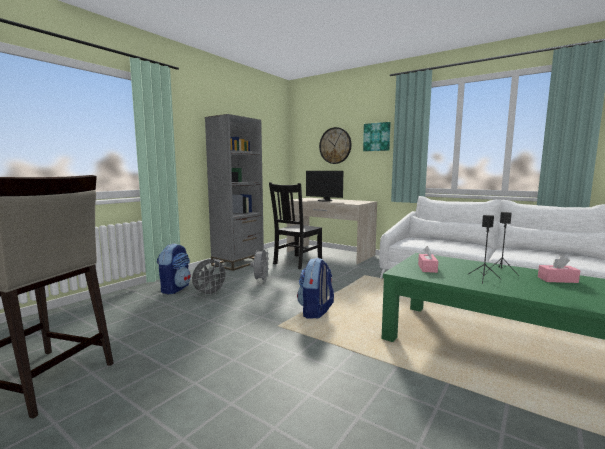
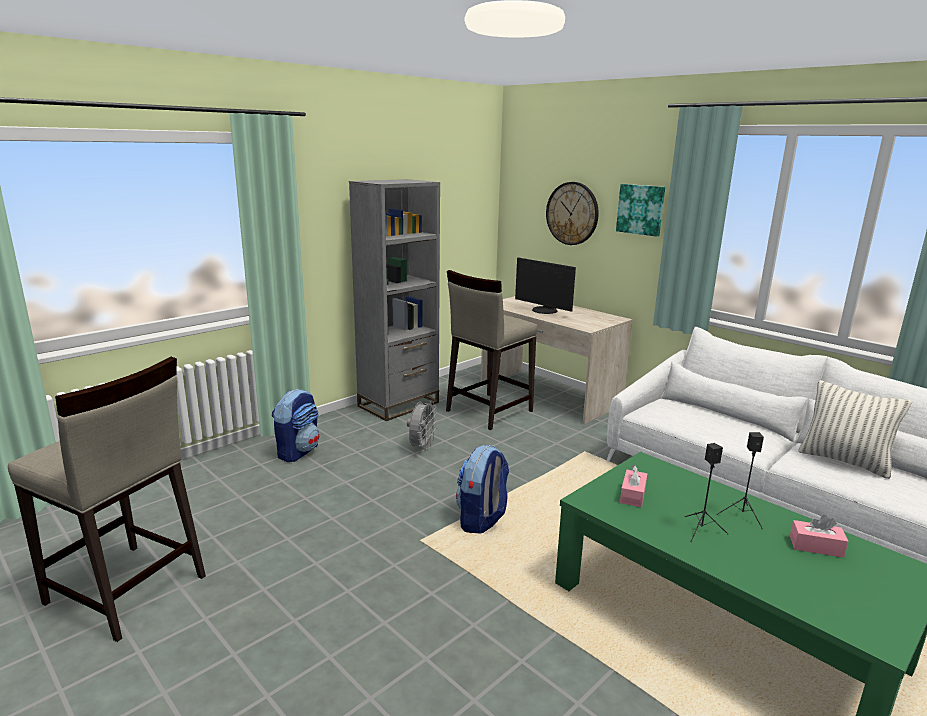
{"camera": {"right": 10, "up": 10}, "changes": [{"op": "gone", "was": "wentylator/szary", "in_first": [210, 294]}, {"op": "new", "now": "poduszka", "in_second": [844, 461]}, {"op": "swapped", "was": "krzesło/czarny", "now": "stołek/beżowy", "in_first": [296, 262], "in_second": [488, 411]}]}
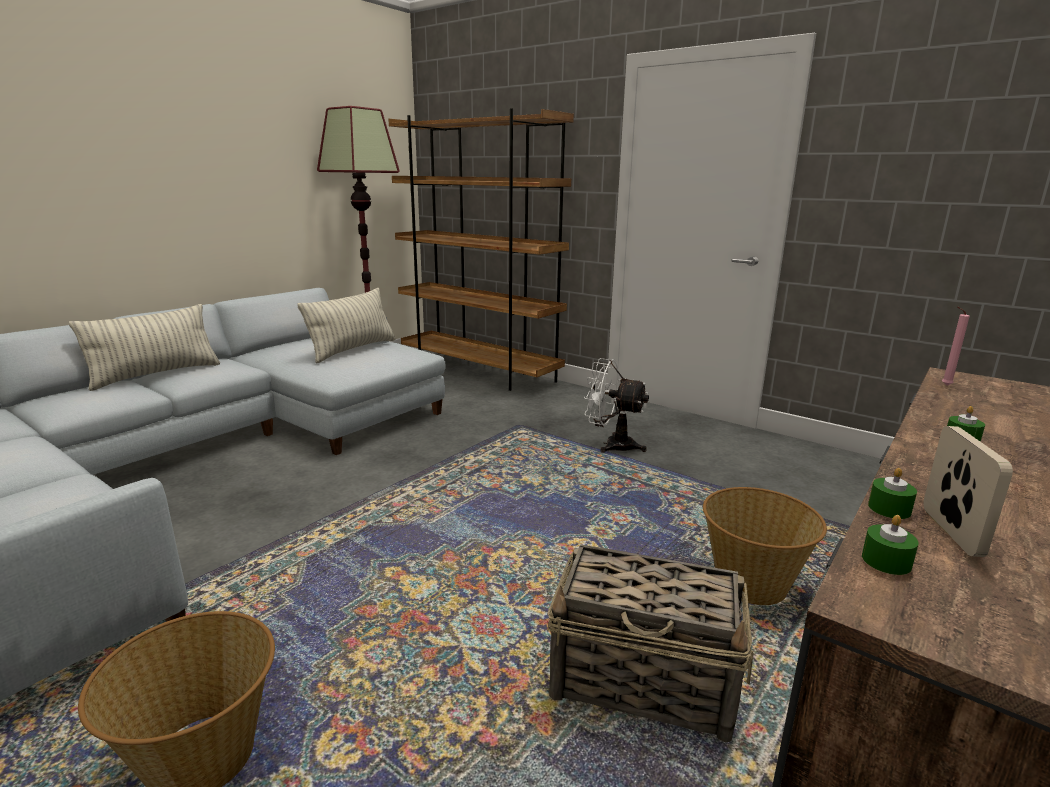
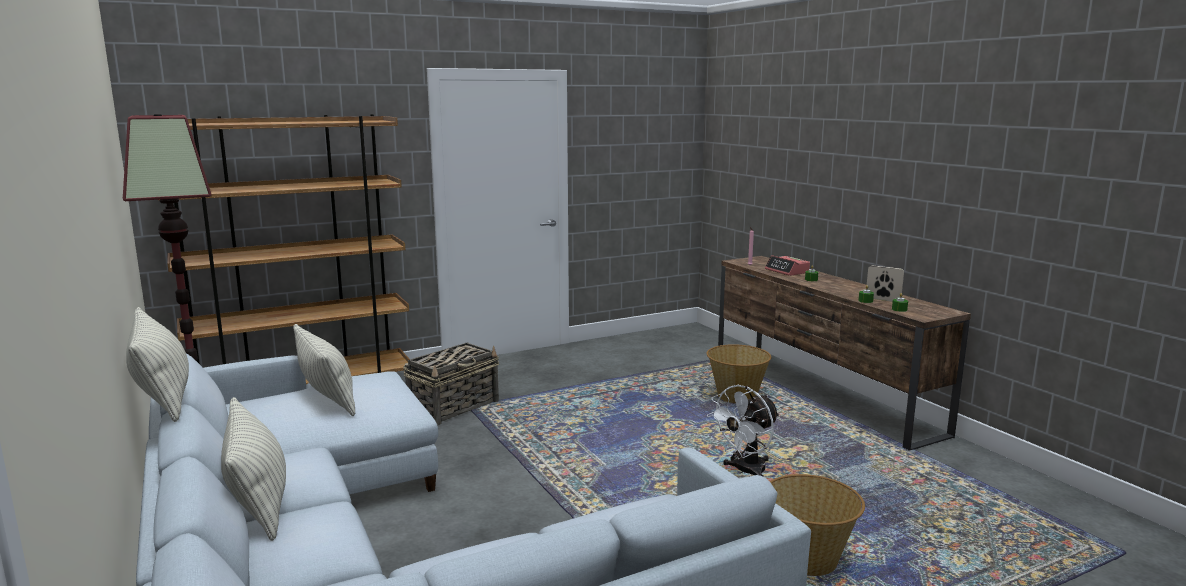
{"camera": {"right": -65, "up": -5}, "changes": [{"op": "new", "now": "poduszka", "in_second": [163, 397]}, {"op": "new", "now": "budzik", "in_second": [787, 271]}, {"op": "shifted", "was": "koszyk", "in_first": [644, 681], "in_second": [455, 406]}, {"op": "shifted", "was": "wentylator/biały", "in_first": [612, 445], "in_second": [745, 471]}]}
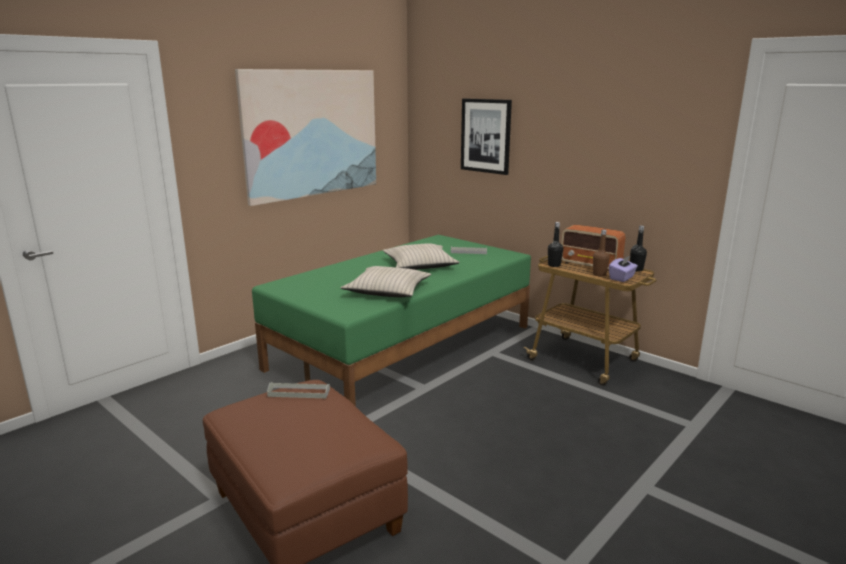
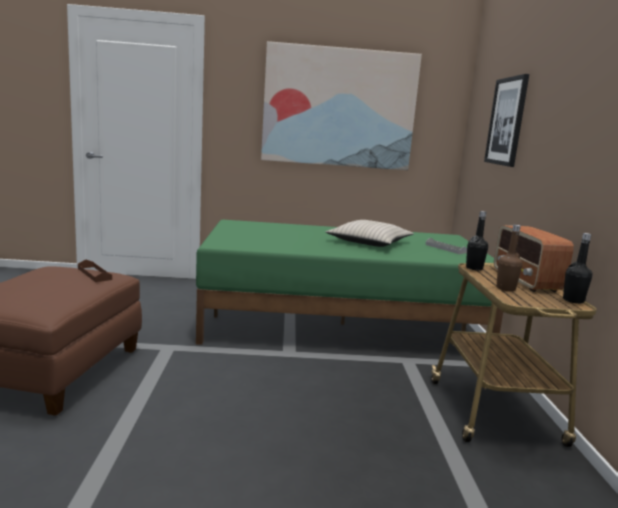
{"camera": {"right": 45, "up": -5}, "changes": [{"op": "gone", "was": "poduszka/beżowy", "in_first": [387, 291]}, {"op": "gone", "was": "pudełko chusteczek/fioletowy", "in_first": [622, 278]}, {"op": "repainted", "was": "taca/szary", "now": "taca/brązowy", "in_first": [299, 392], "in_second": [94, 274]}]}
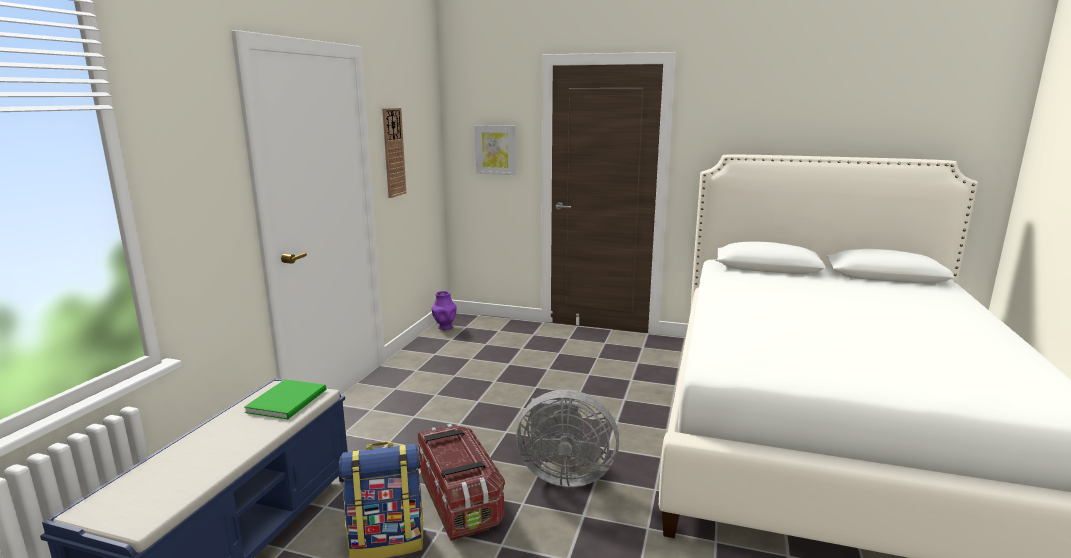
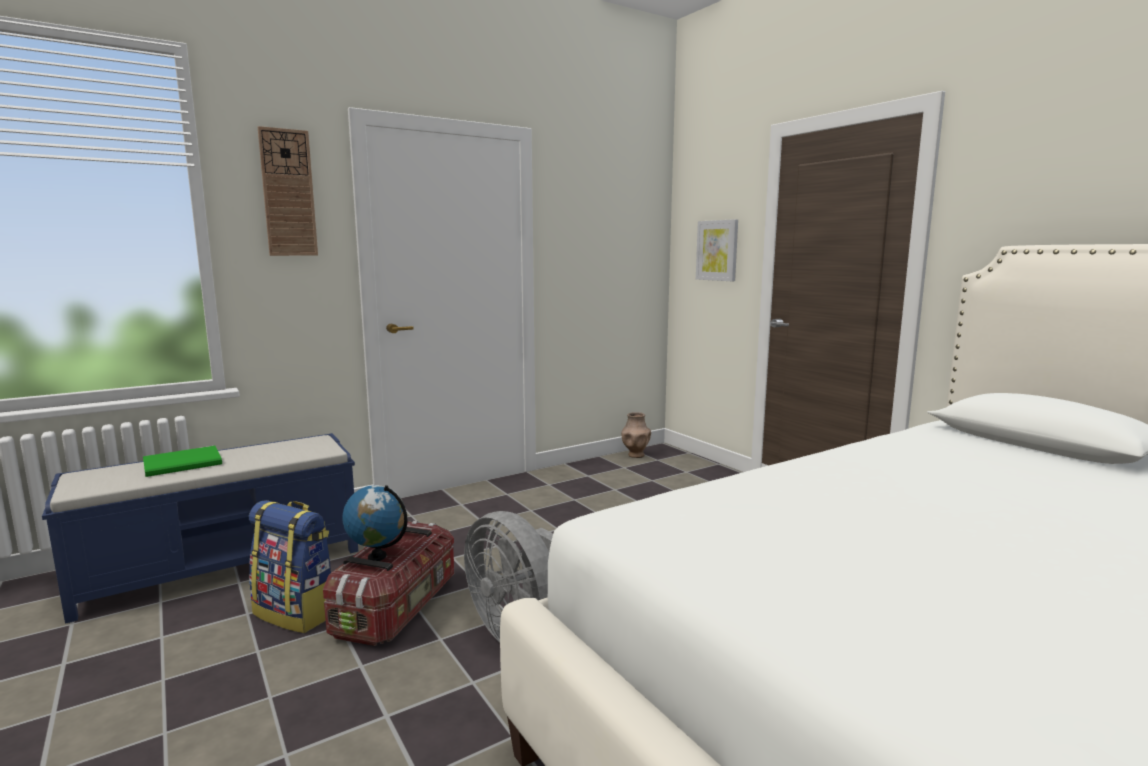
{"camera": {"right": 40, "up": -5}, "changes": [{"op": "new", "now": "globus", "in_second": [377, 557]}, {"op": "shifted", "was": "książka/zielony", "in_first": [290, 400], "in_second": [185, 463]}, {"op": "shifted", "was": "zegar ścienny", "in_first": [393, 152], "in_second": [288, 193]}, {"op": "repainted", "was": "wazon/fioletowy", "now": "wazon/brązowy", "in_first": [445, 327], "in_second": [635, 455]}]}
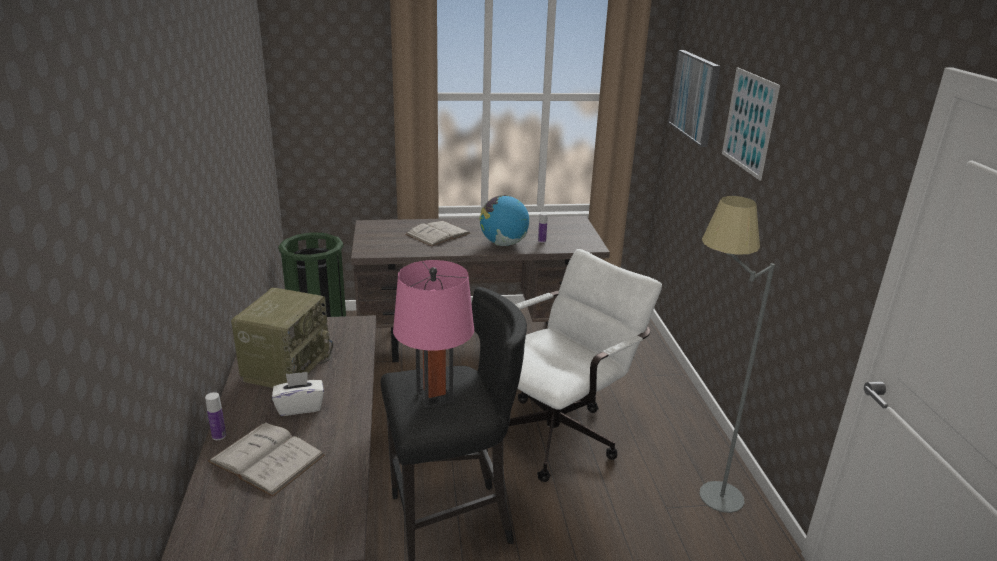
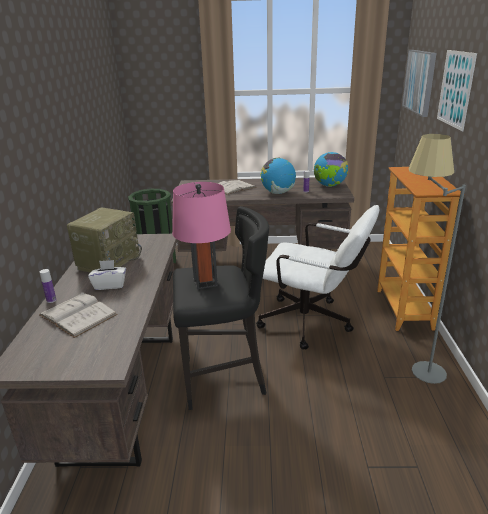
{"camera": {"right": 10, "up": 0}, "changes": [{"op": "new", "now": "globus", "in_second": [329, 186]}, {"op": "new", "now": "regał", "in_second": [405, 309]}, {"op": "rotated", "was": "krzesło biurowe/biały", "in_first": [561, 432], "in_second": [313, 324], "clockwise": 60}]}
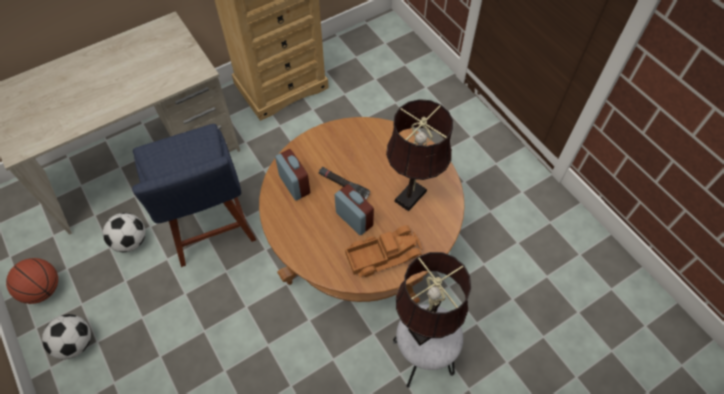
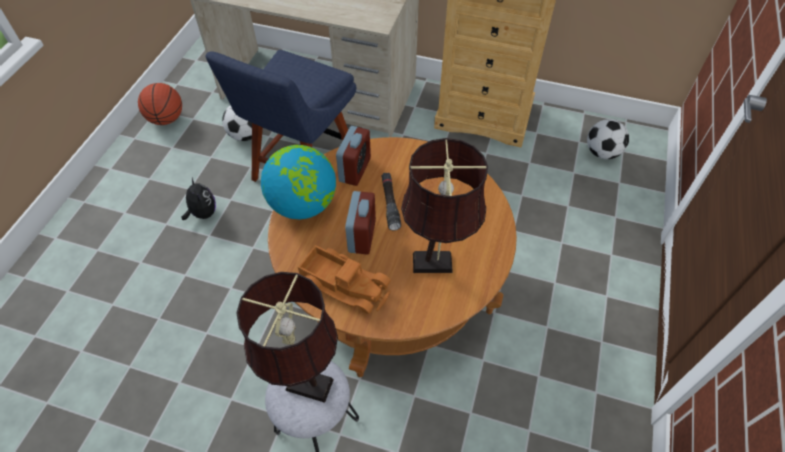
{"camera": {"right": 50, "up": -5}, "changes": [{"op": "new", "now": "pluszak", "in_second": [203, 213]}, {"op": "new", "now": "globus", "in_second": [303, 205]}, {"op": "shifted", "was": "piłka futbolowa", "in_first": [76, 343], "in_second": [602, 153]}]}
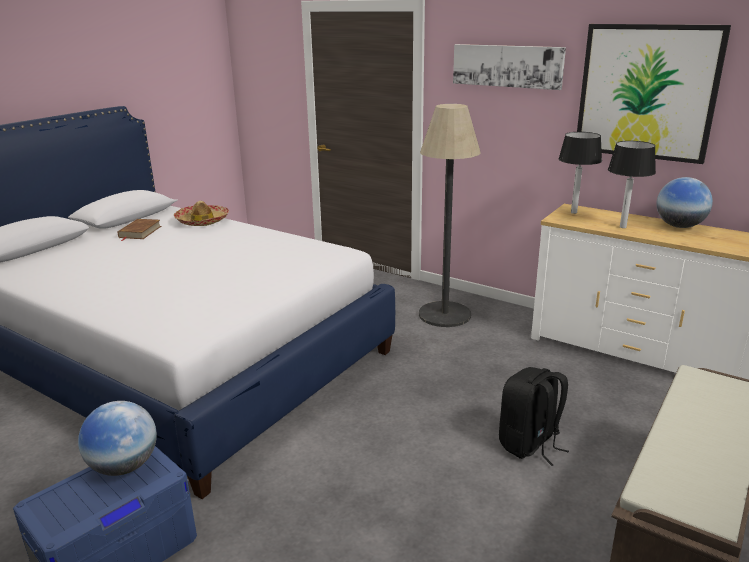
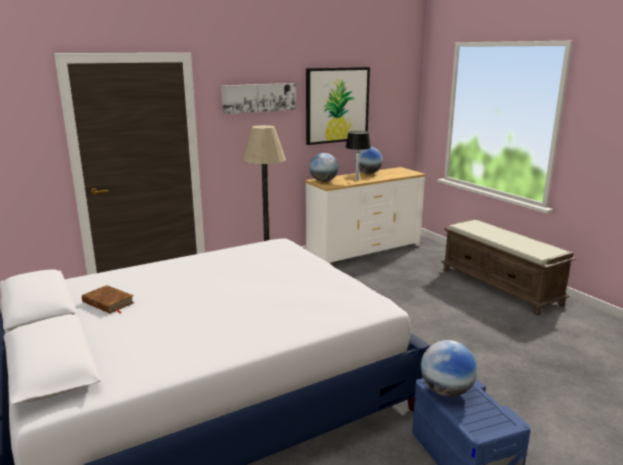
{"camera": {"right": -65, "up": -5}, "changes": [{"op": "gone", "was": "kapelusz", "in_first": [202, 221]}, {"op": "gone", "was": "plecak/czarny", "in_first": [530, 445]}, {"op": "swapped", "was": "lampa stołowa", "now": "globus", "in_first": [574, 212], "in_second": [323, 181]}]}
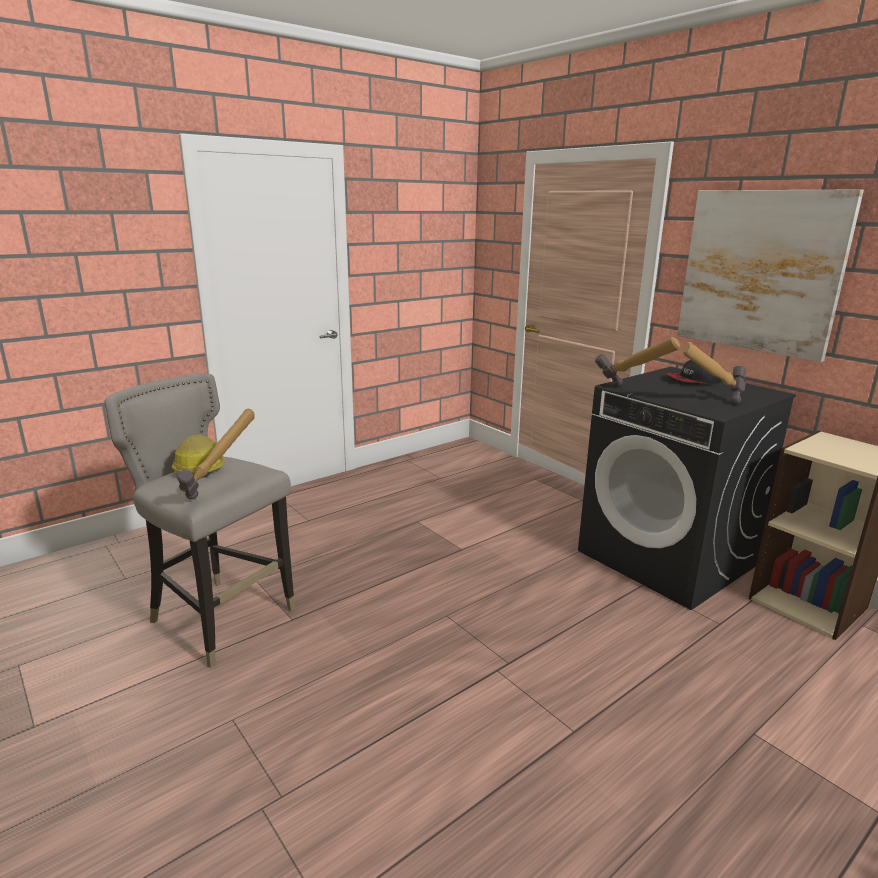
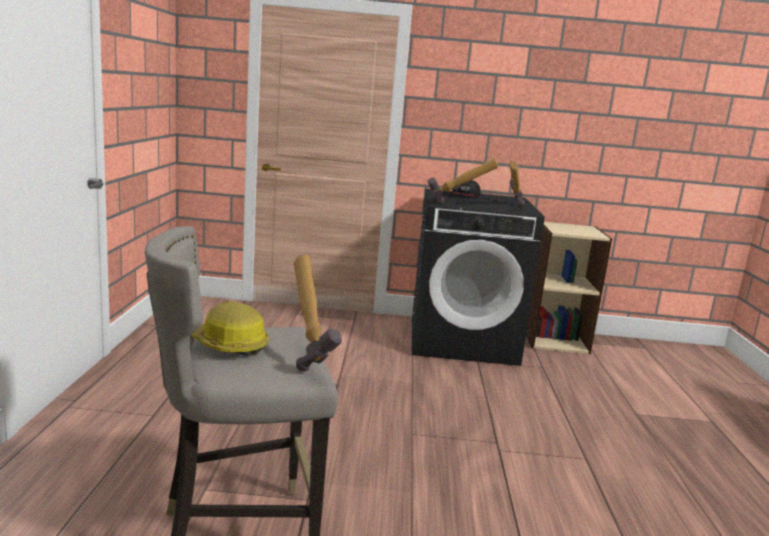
{"camera": {"right": -50, "up": -5}, "changes": [{"op": "gone", "was": "obraz", "in_first": [760, 271]}]}
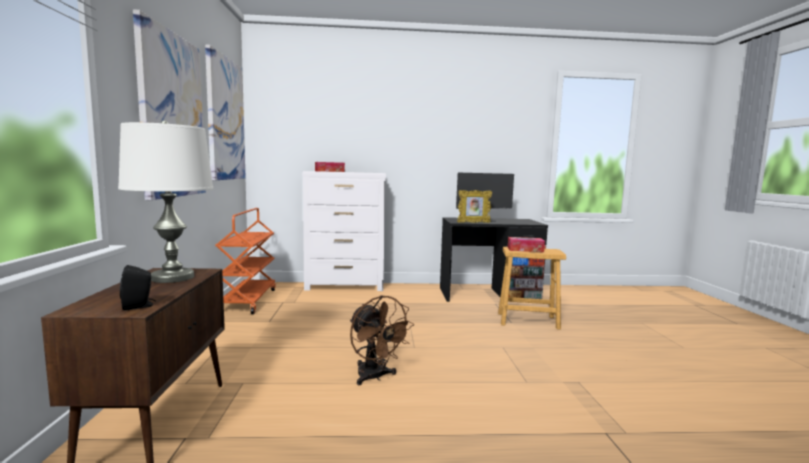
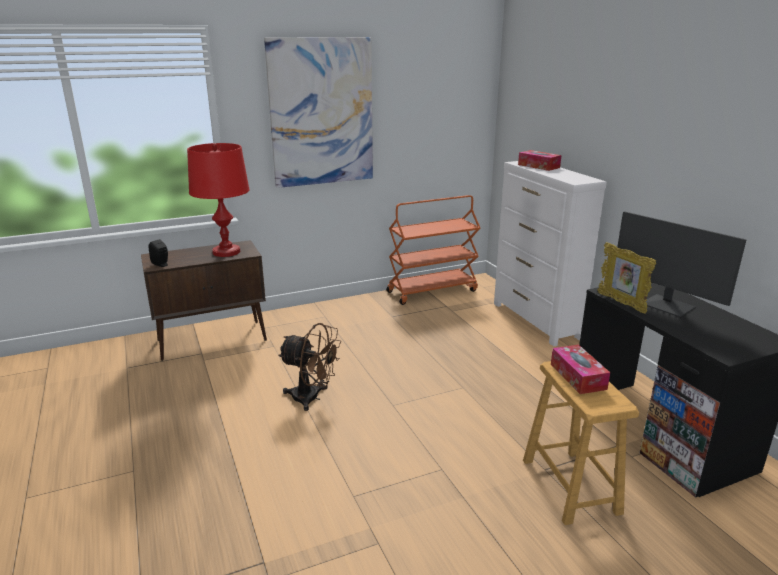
{"camera": {"right": 70, "up": 15}, "changes": [{"op": "gone", "was": "obraz", "in_first": [225, 119]}, {"op": "repainted", "was": "lampa stołowa/biały", "now": "lampa stołowa/czerwony", "in_first": [172, 277], "in_second": [226, 252]}, {"op": "rotated", "was": "wentylator/brązowy", "in_first": [375, 377], "in_second": [312, 398], "clockwise": -105}]}
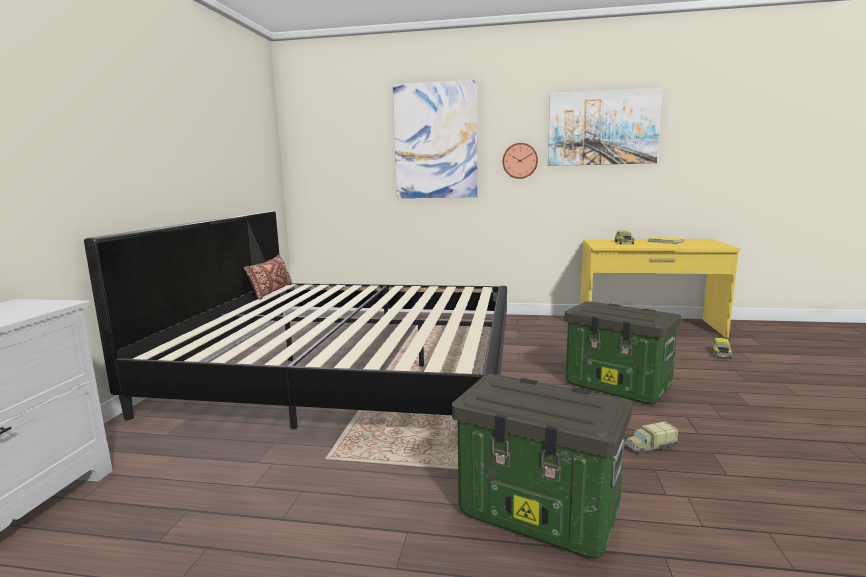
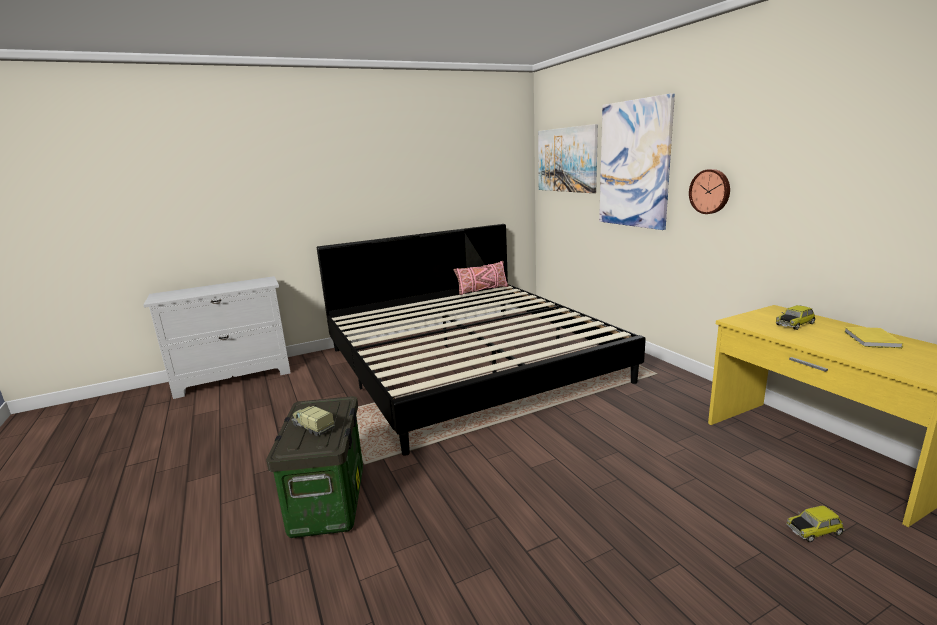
{"camera": {"right": 55, "up": 5}, "changes": [{"op": "gone", "was": "pojemnik do przechowywania", "in_first": [619, 386]}, {"op": "shifted", "was": "obraz", "in_first": [602, 128], "in_second": [566, 160]}, {"op": "shifted", "was": "ciężarówka zabawkowa", "in_first": [649, 447], "in_second": [312, 427]}, {"op": "repainted", "was": "poduszka/brązowy", "now": "poduszka/różowy", "in_first": [271, 292], "in_second": [482, 290]}]}
